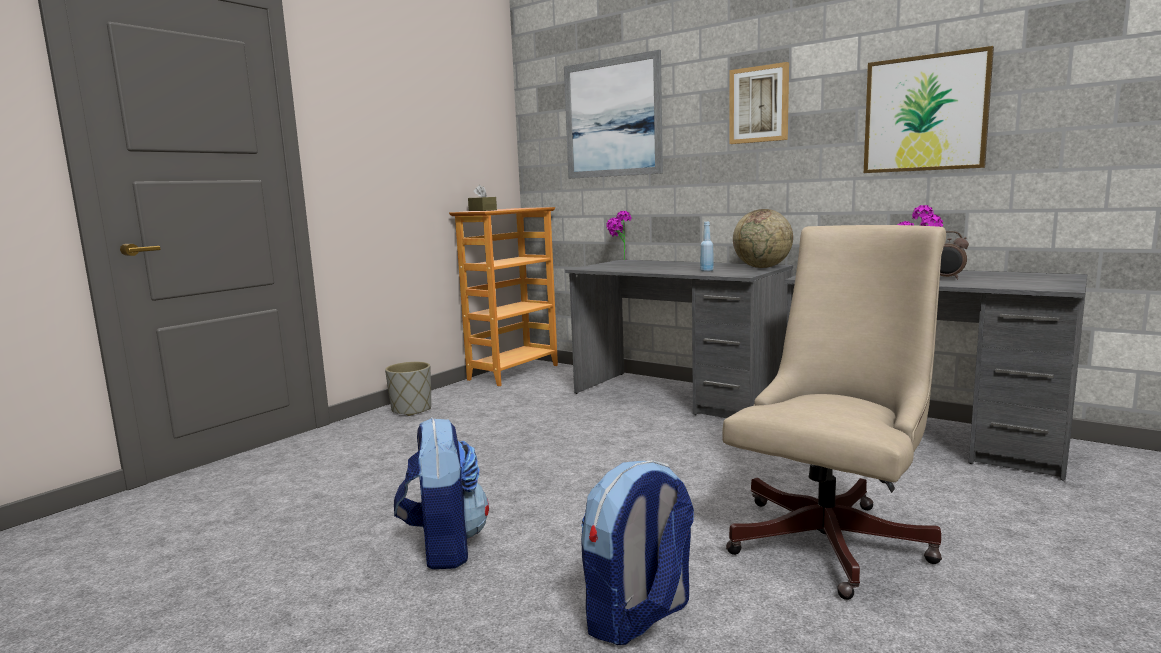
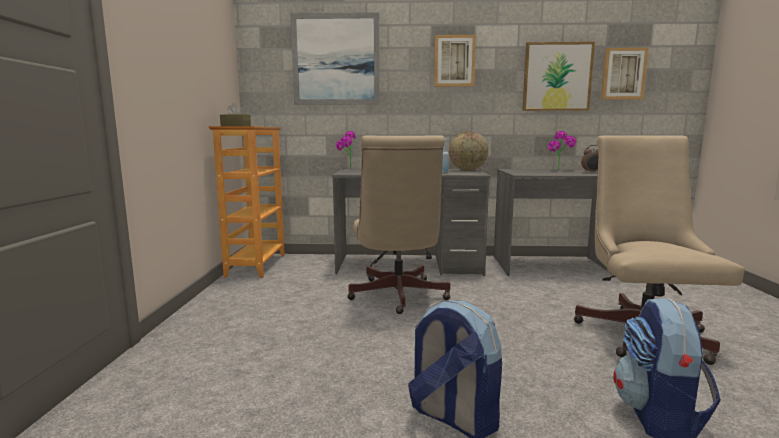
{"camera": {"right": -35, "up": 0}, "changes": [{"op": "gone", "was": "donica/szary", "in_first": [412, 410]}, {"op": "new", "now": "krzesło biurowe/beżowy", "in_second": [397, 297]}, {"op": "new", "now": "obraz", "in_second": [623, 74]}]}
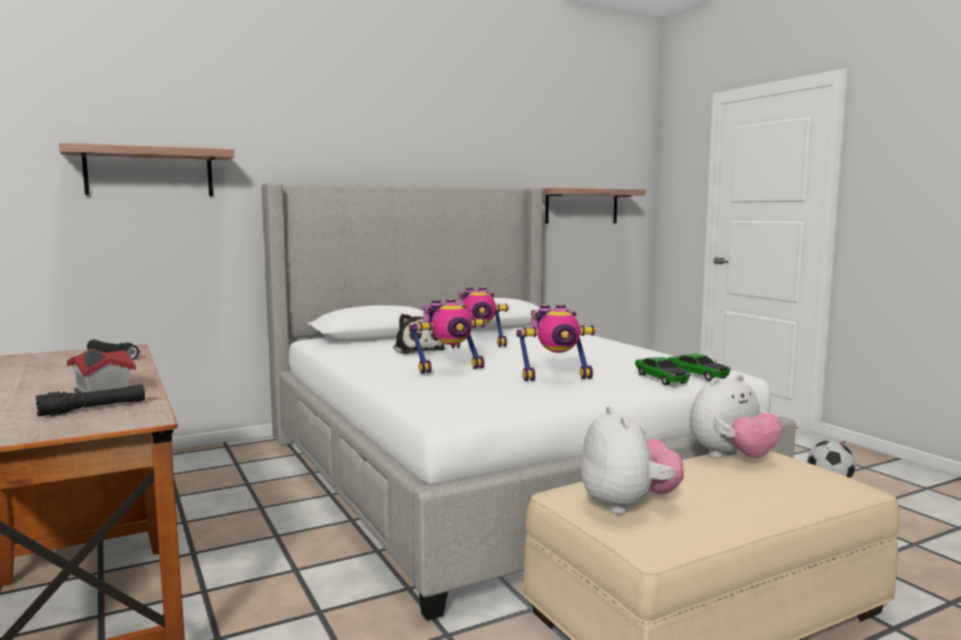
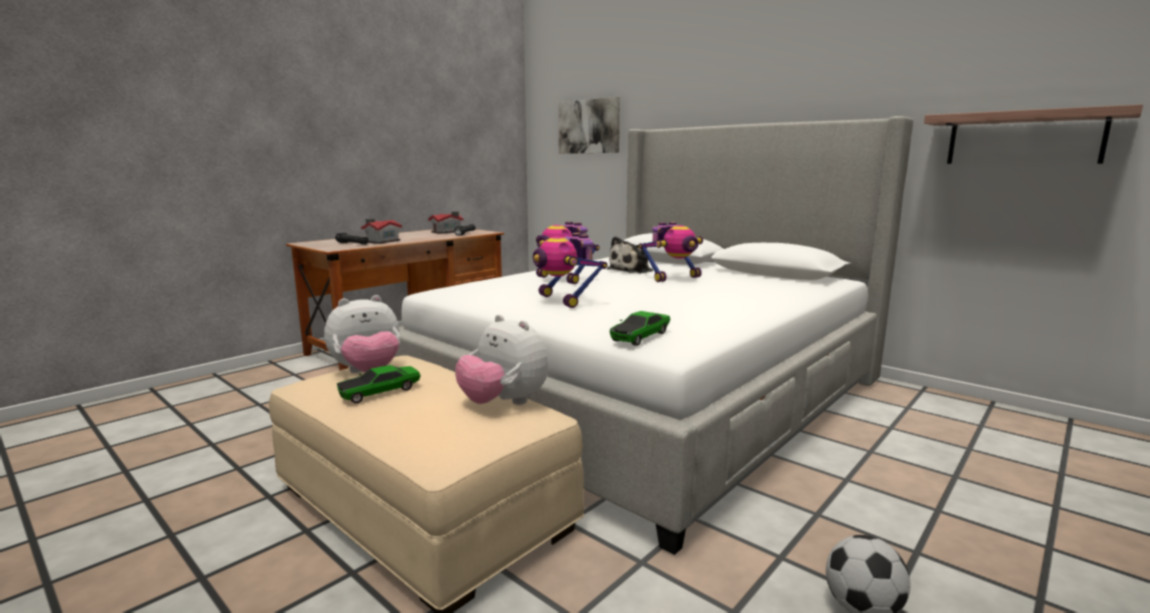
{"camera": {"right": 70, "up": 5}, "changes": [{"op": "new", "now": "domek", "in_second": [447, 232]}, {"op": "shifted", "was": "samochodzik", "in_first": [661, 379], "in_second": [380, 392]}, {"op": "swapped", "was": "półka", "now": "obraz", "in_first": [149, 172], "in_second": [589, 126]}, {"op": "rotated", "was": "robot zabawkowy", "in_first": [478, 345], "in_second": [673, 278], "clockwise": -90}]}
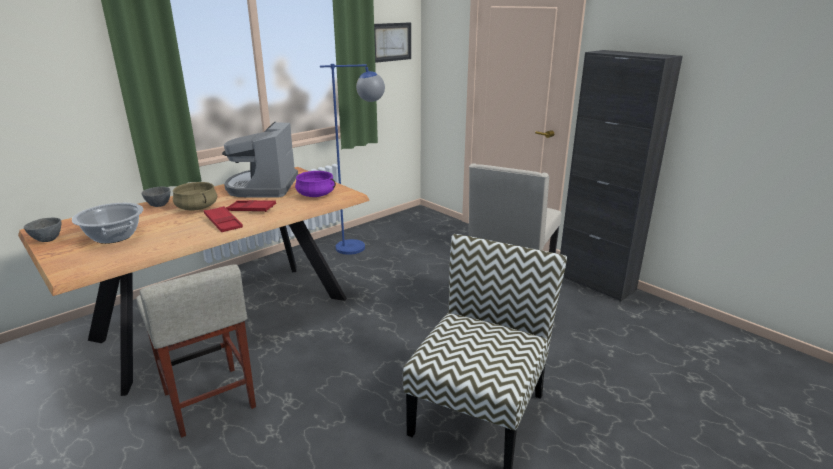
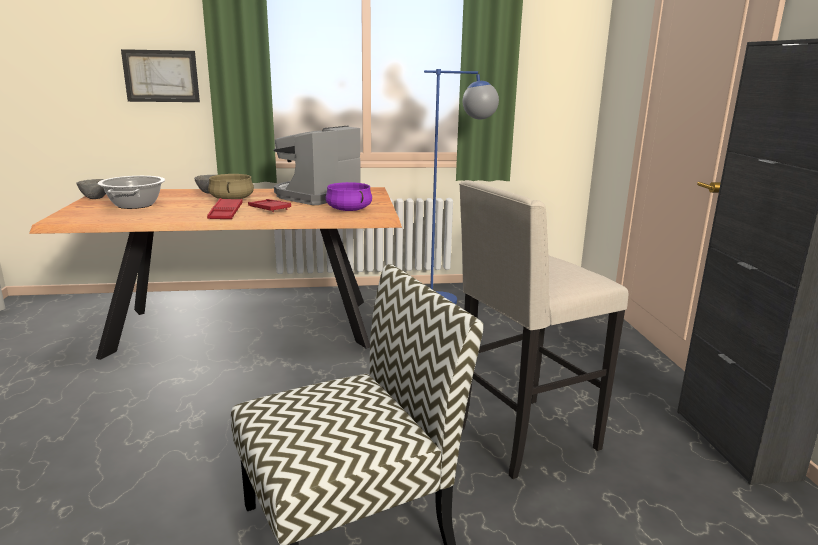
{"camera": {"right": 35, "up": -5}, "changes": [{"op": "gone", "was": "stołek/beżowy", "in_first": [209, 401]}, {"op": "shifted", "was": "obraz", "in_first": [391, 42], "in_second": [161, 76]}]}
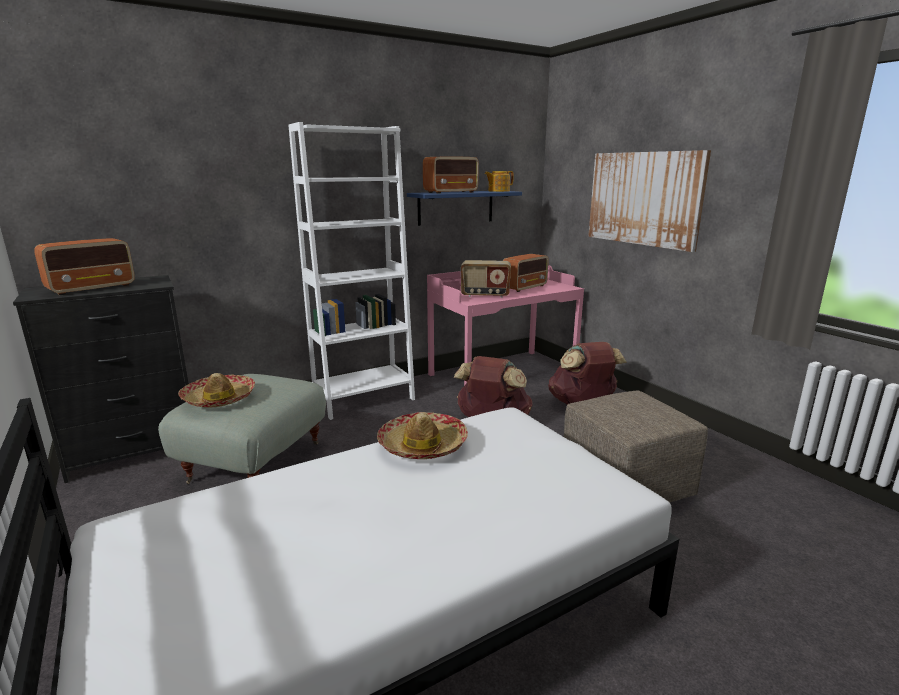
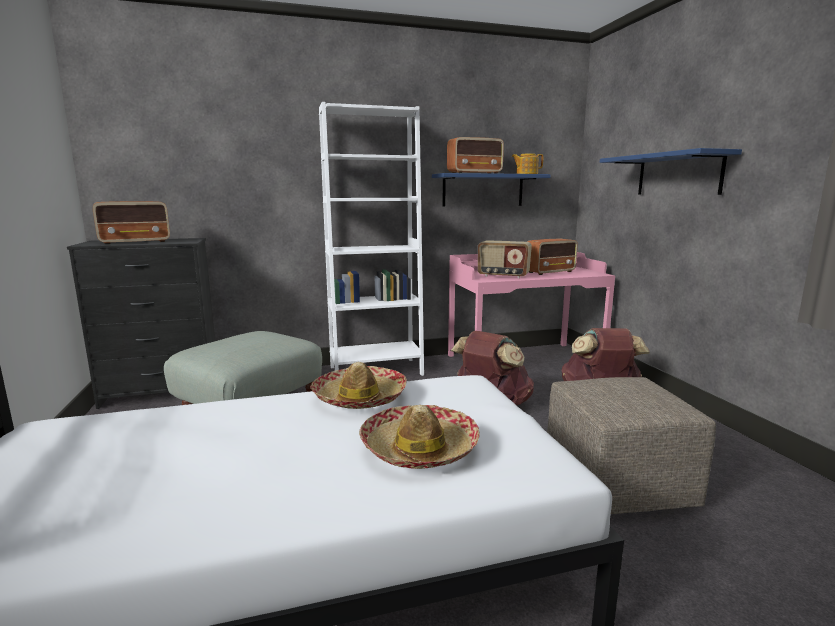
{"camera": {"right": 15, "up": -5}, "changes": [{"op": "shifted", "was": "kapelusz", "in_first": [218, 399], "in_second": [419, 448]}, {"op": "swapped", "was": "obraz", "now": "półka/niebieski", "in_first": [643, 198], "in_second": [678, 174]}]}
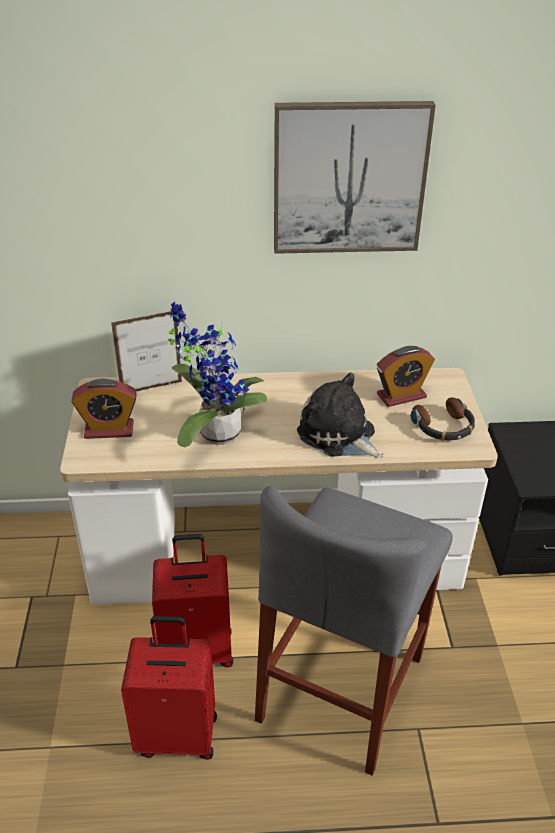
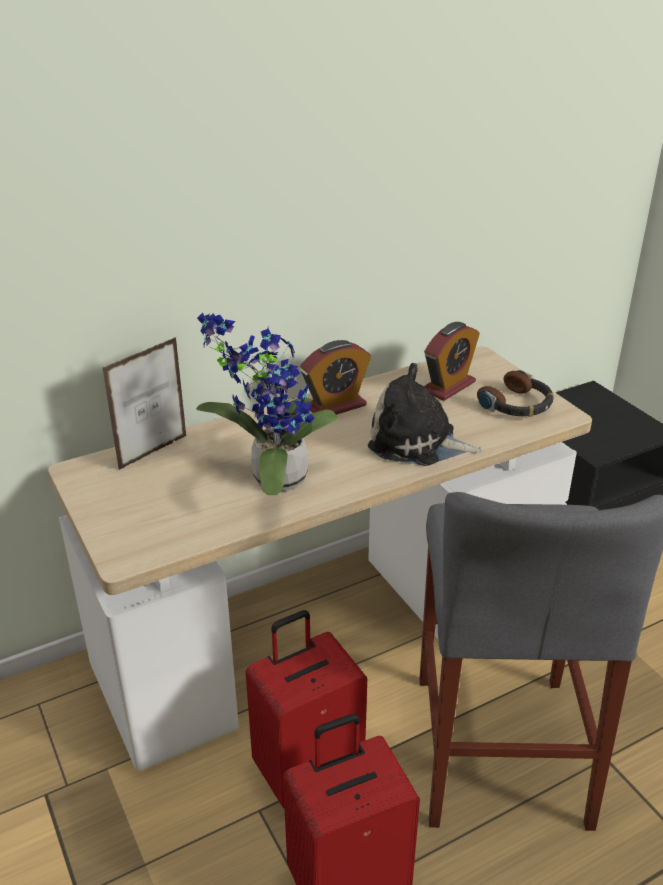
{"camera": {"right": -25, "up": -5}, "changes": [{"op": "gone", "was": "obraz", "in_first": [349, 178]}, {"op": "shifted", "was": "budzik", "in_first": [109, 430], "in_second": [335, 406]}]}
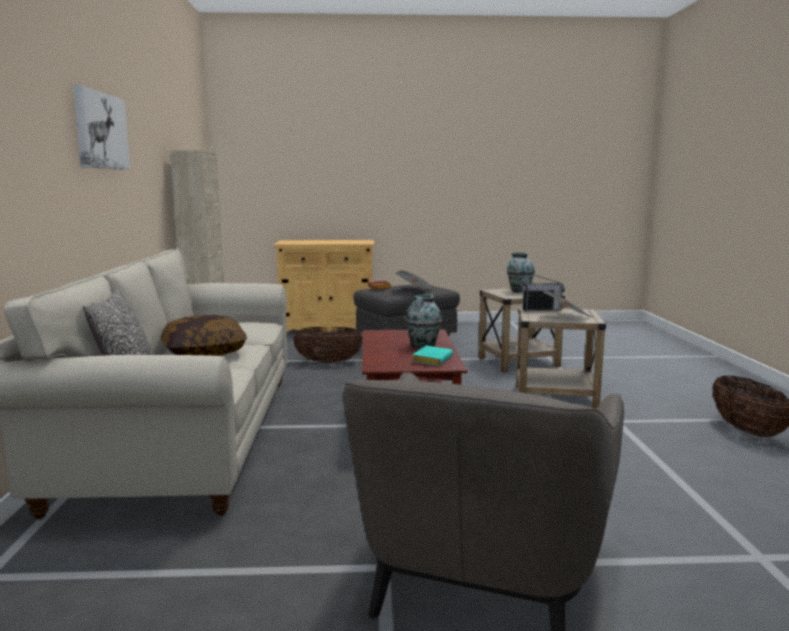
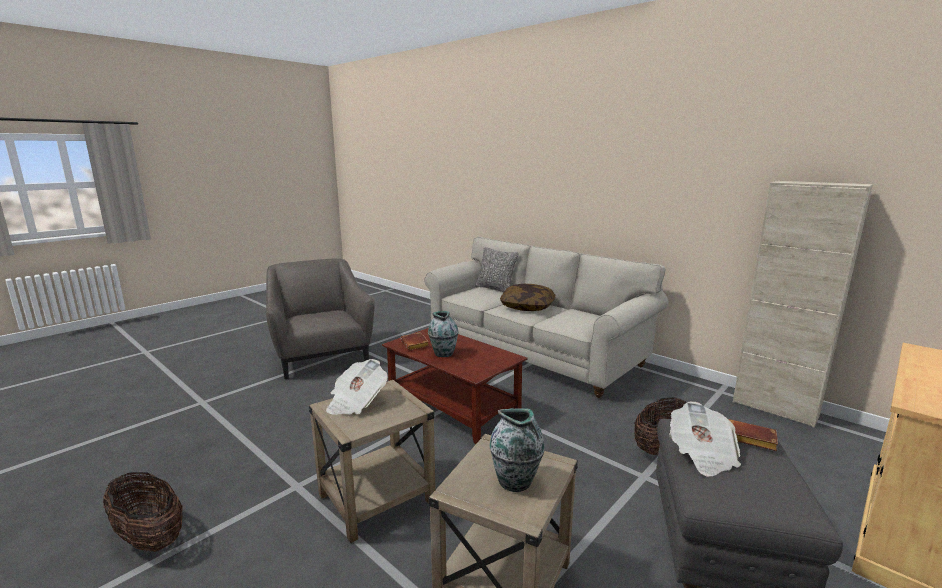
{"camera": {"right": 135, "up": 5}, "changes": [{"op": "gone", "was": "obraz", "in_first": [100, 131]}, {"op": "gone", "was": "radio", "in_first": [541, 310]}, {"op": "repainted", "was": "książka/turkusowy", "now": "książka/brązowy", "in_first": [431, 359], "in_second": [416, 344]}]}
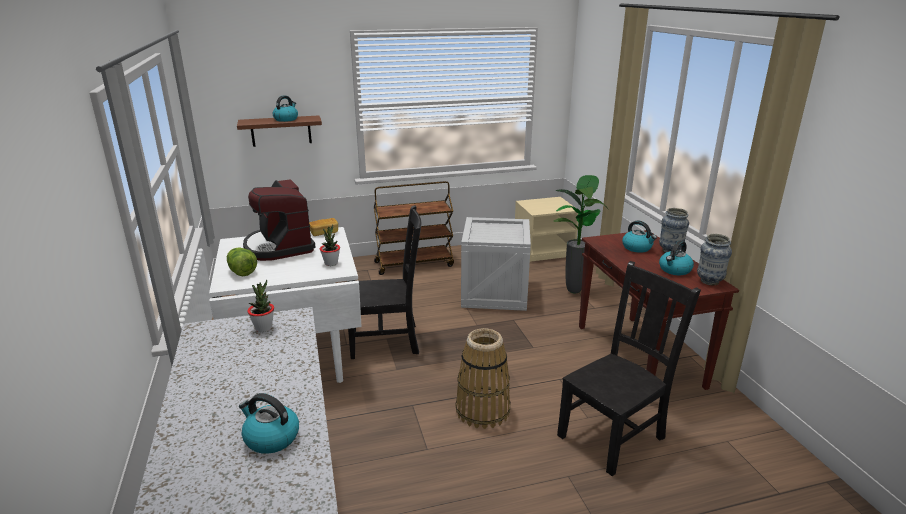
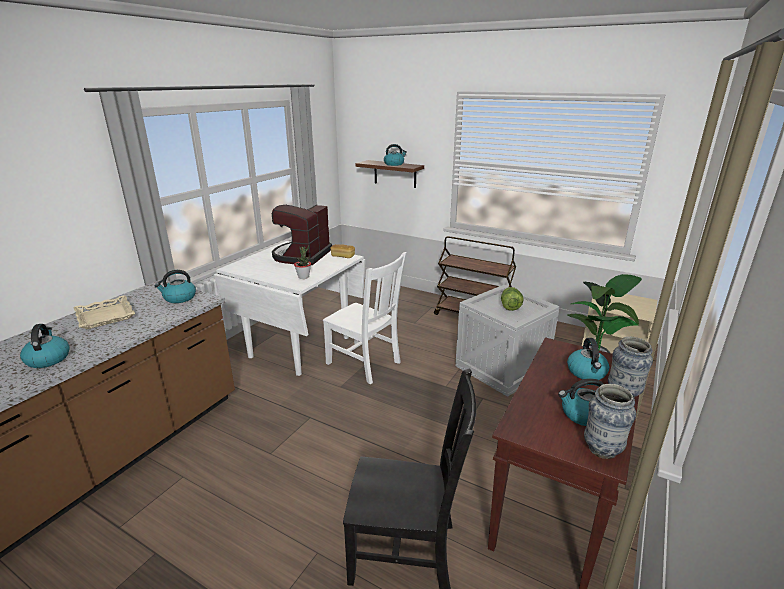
{"camera": {"right": 45, "up": 0}, "changes": [{"op": "gone", "was": "koszyk", "in_first": [483, 410]}, {"op": "new", "now": "taca/beżowy", "in_second": [106, 316]}, {"op": "shifted", "was": "sałata", "in_first": [241, 272], "in_second": [509, 306]}, {"op": "swapped", "was": "roślina doniczkowa", "now": "czajnik", "in_first": [263, 328], "in_second": [179, 298]}, {"op": "repainted", "was": "krzesło/czarny", "now": "krzesło/biały", "in_first": [387, 341], "in_second": [365, 364]}]}
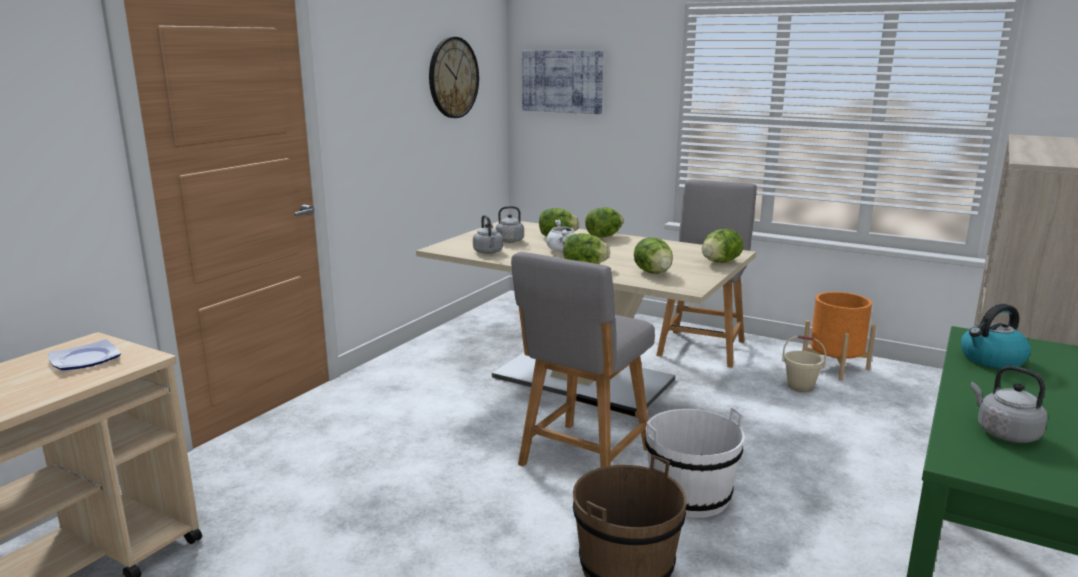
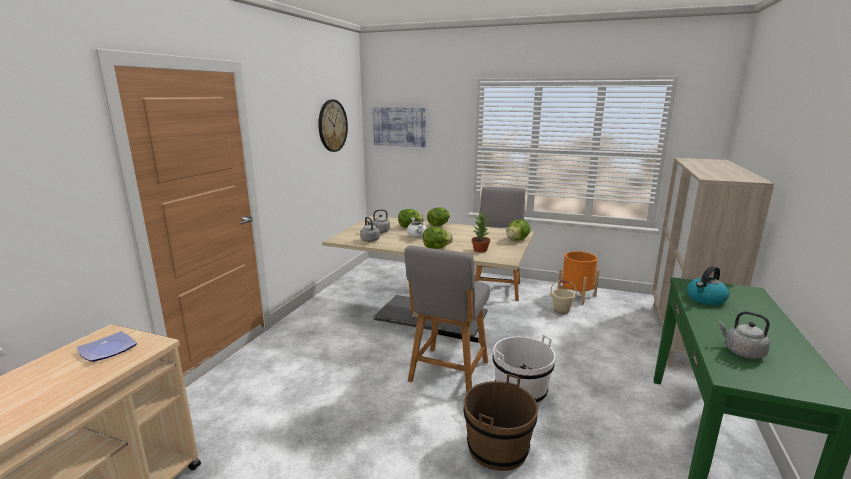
{"camera": {"right": -10, "up": 0}, "changes": [{"op": "swapped", "was": "sałata", "now": "roślina doniczkowa", "in_first": [653, 273], "in_second": [480, 250]}]}
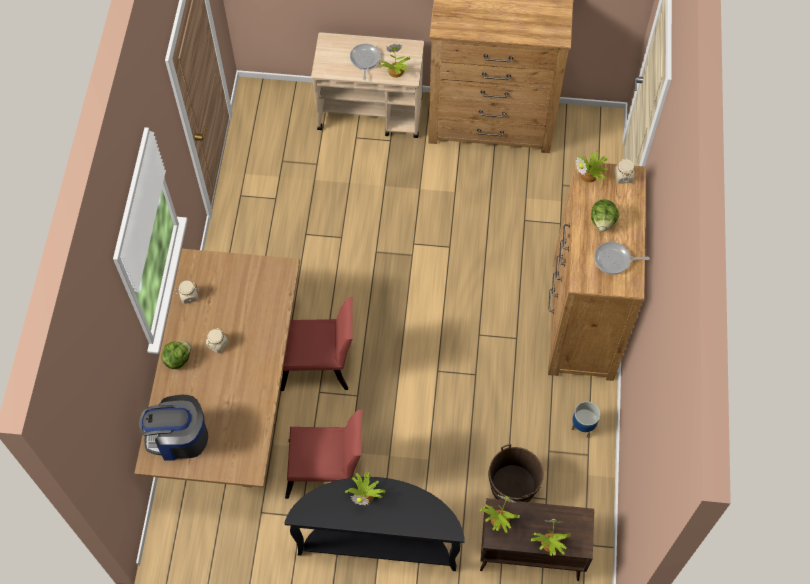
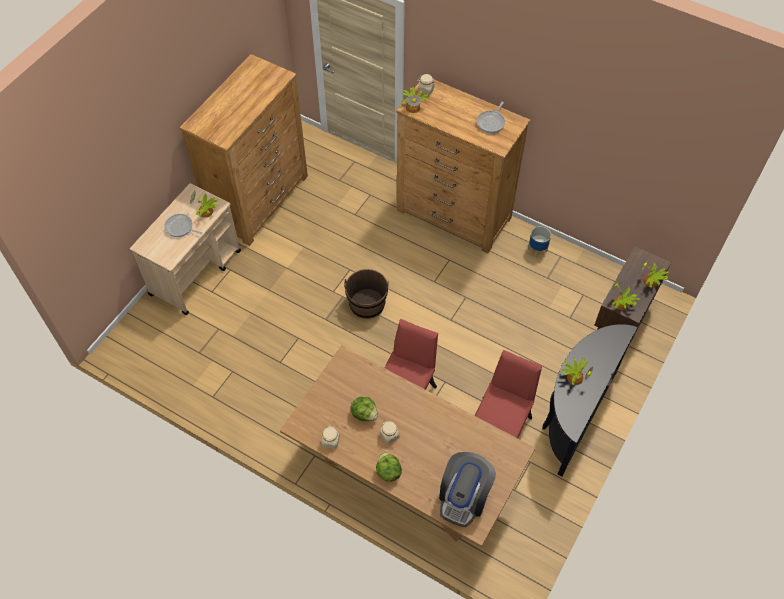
{"camera": {"right": -65, "up": -5}, "changes": [{"op": "shifted", "was": "wiadro/brązowy", "in_first": [513, 486], "in_second": [367, 304]}, {"op": "shifted", "was": "sałata", "in_first": [603, 221], "in_second": [364, 413]}]}
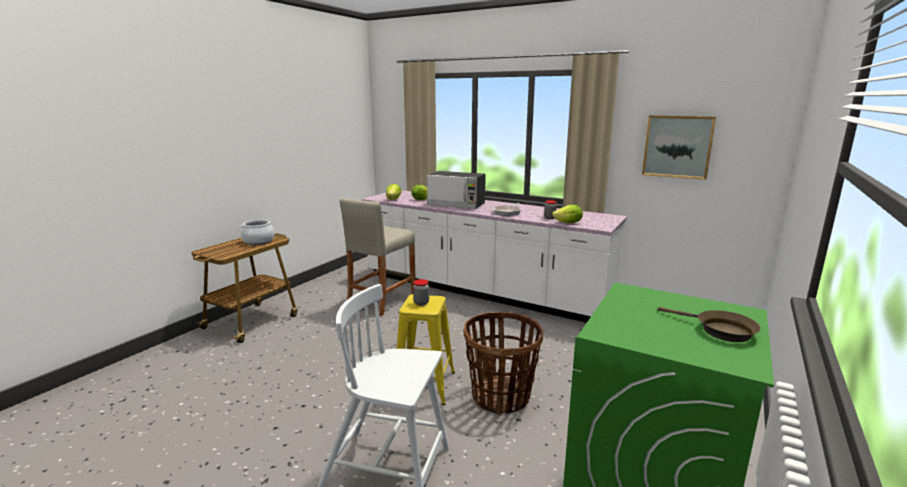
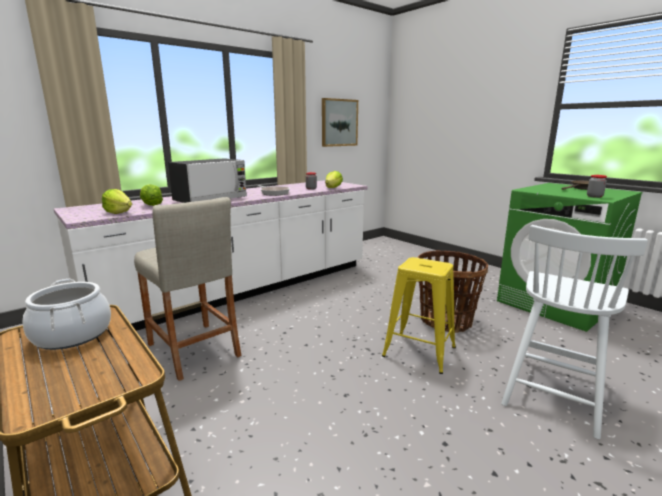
{"camera": {"right": -70, "up": 0}, "changes": [{"op": "shifted", "was": "słoik", "in_first": [421, 303], "in_second": [594, 196]}]}
